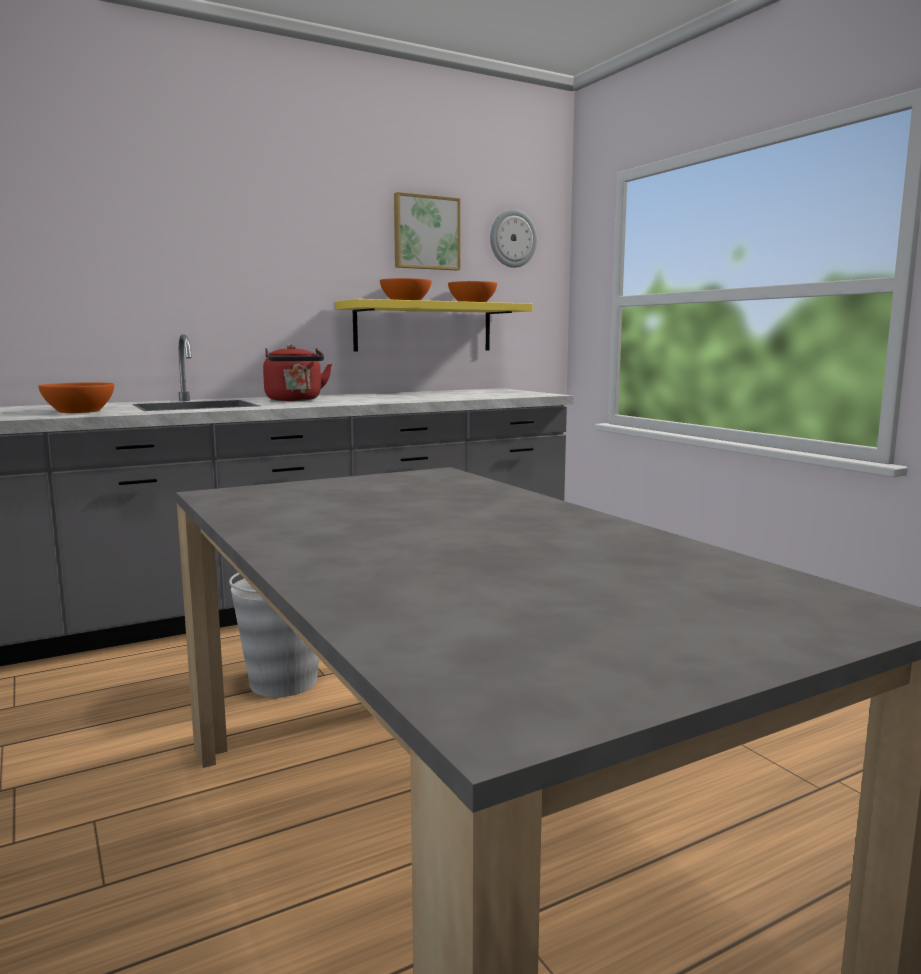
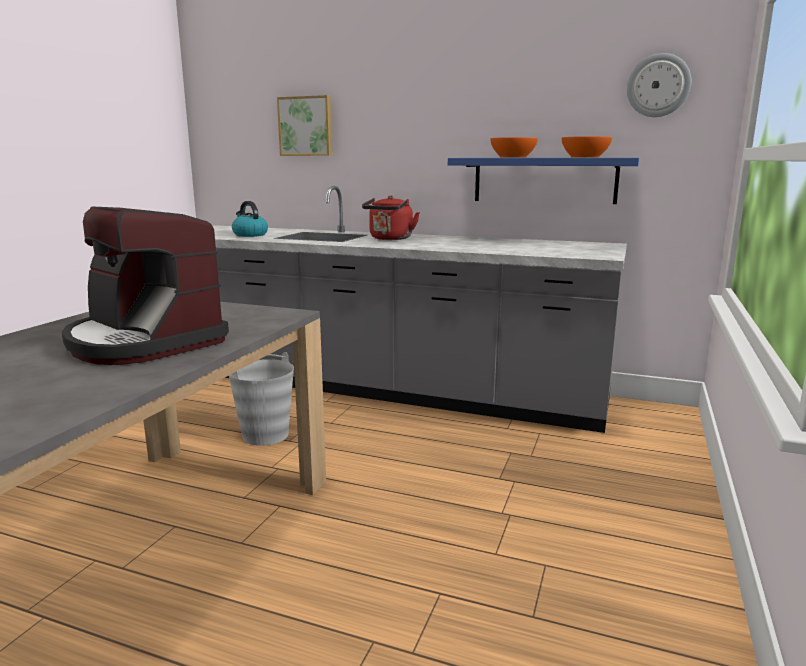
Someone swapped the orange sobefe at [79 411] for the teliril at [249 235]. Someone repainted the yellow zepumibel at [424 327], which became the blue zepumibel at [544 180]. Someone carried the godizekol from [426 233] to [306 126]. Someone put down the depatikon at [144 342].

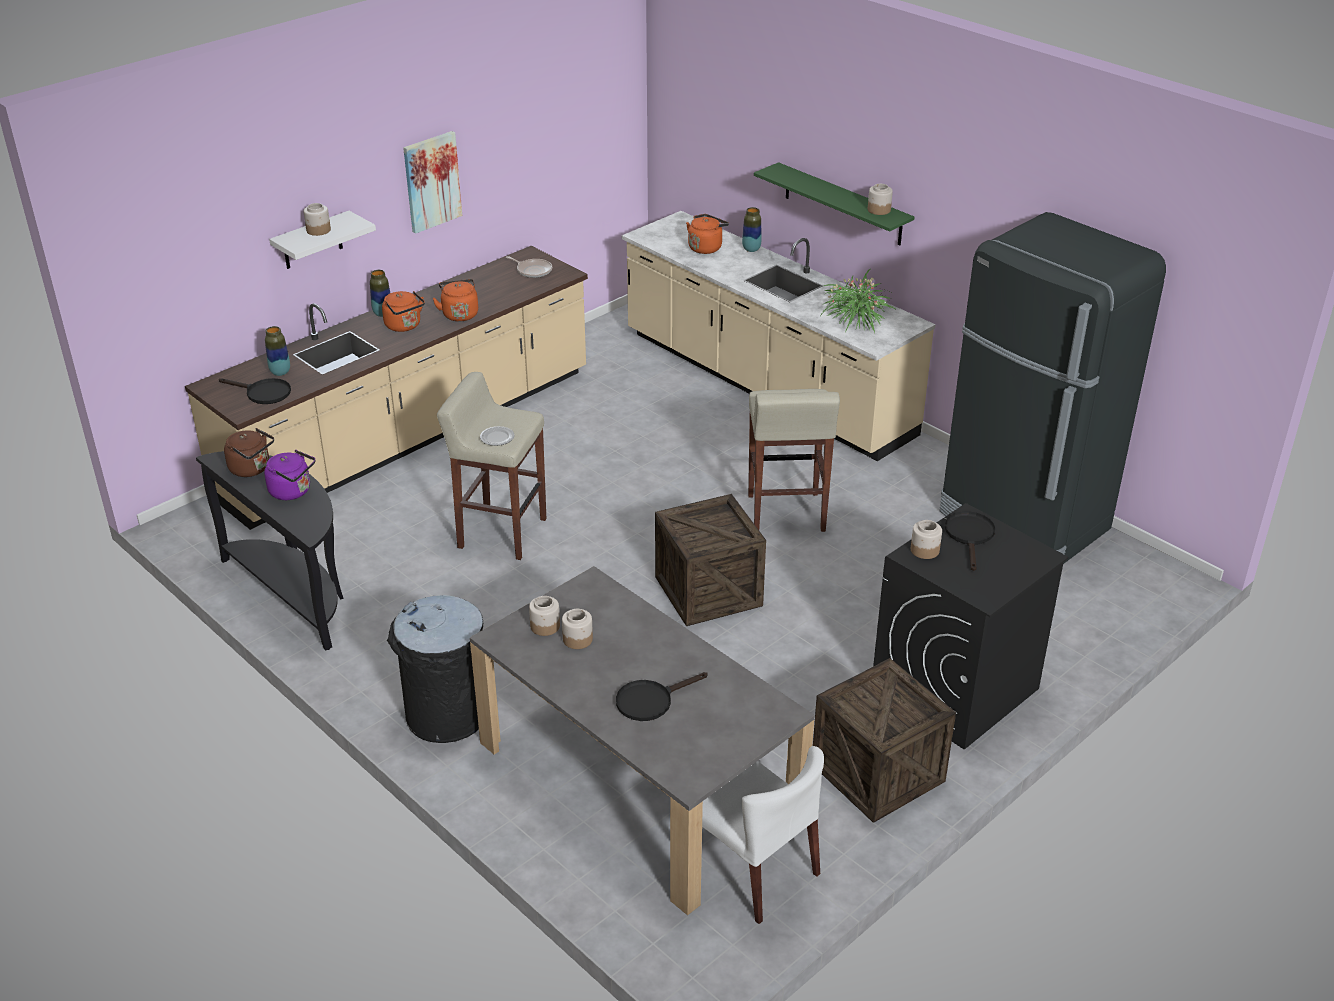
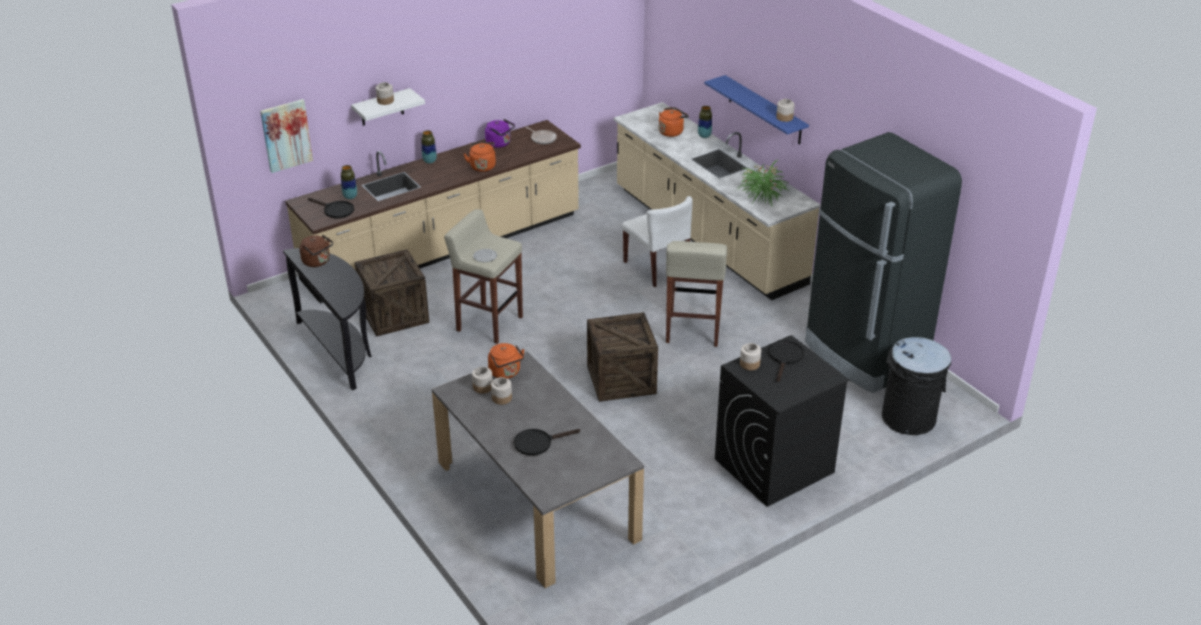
Someone carried the purple teliril from [293 492] to [500 144]. Someone carried the orange teliril from [404 326] to [506 373]. Someone carried the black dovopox from [446 716] to [908 418]. Someone carried the godizekol from [432 181] to [286 135]. Someone carried the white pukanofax from [752 869] to [657 267]. Someone repainted the green zepumibel at [843 204], which became the blue zepumibel at [764 110]. Someone carried the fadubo from [877 772] to [394 314].

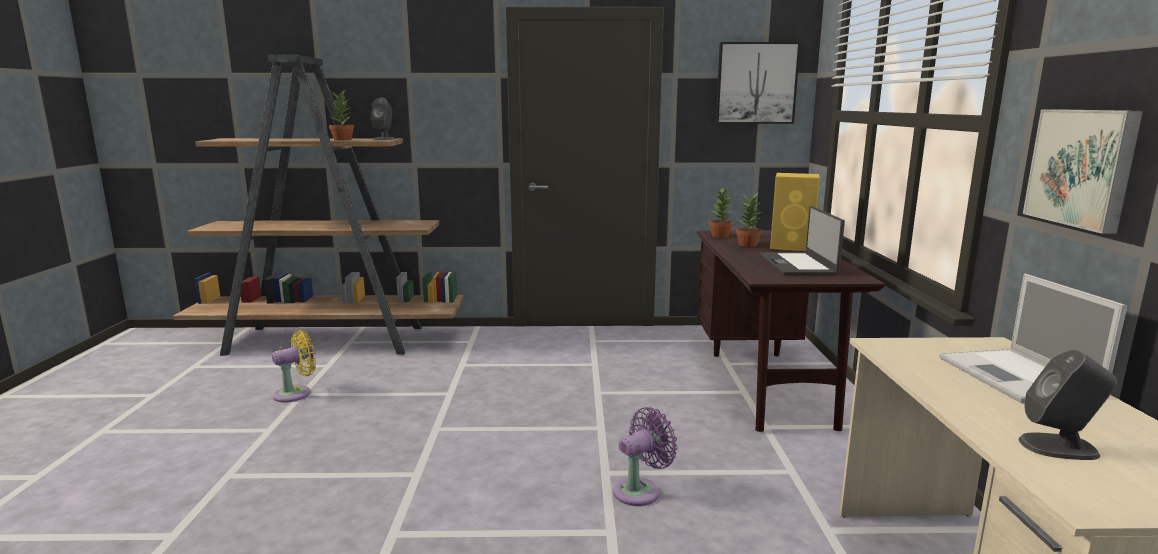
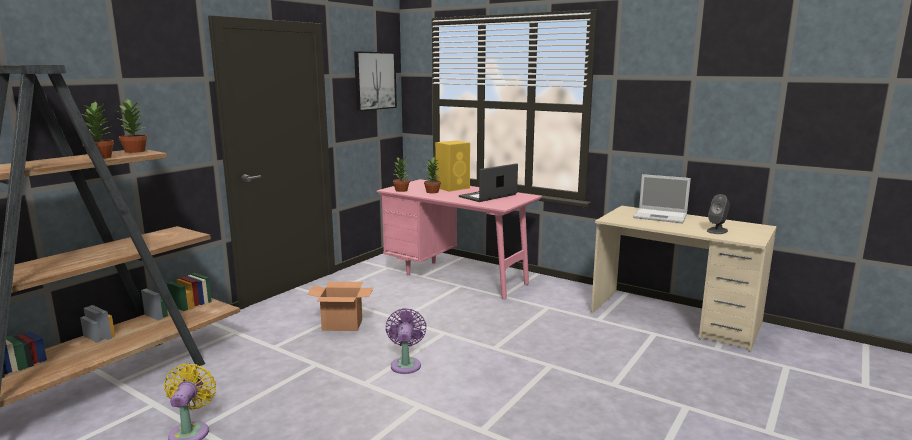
Someone swapped the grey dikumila at [384 139] for the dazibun at [135 151]. Someone carried the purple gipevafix from [640 490] to [406 364]. Someone repainted the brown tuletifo at [765 381], which became the pink tuletifo at [457 277]. Someone rotated the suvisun at [798 265] by 105 degrees clockwise. Someone took away the godizekol at [1083 167]. Someone put down the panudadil at [343 325].

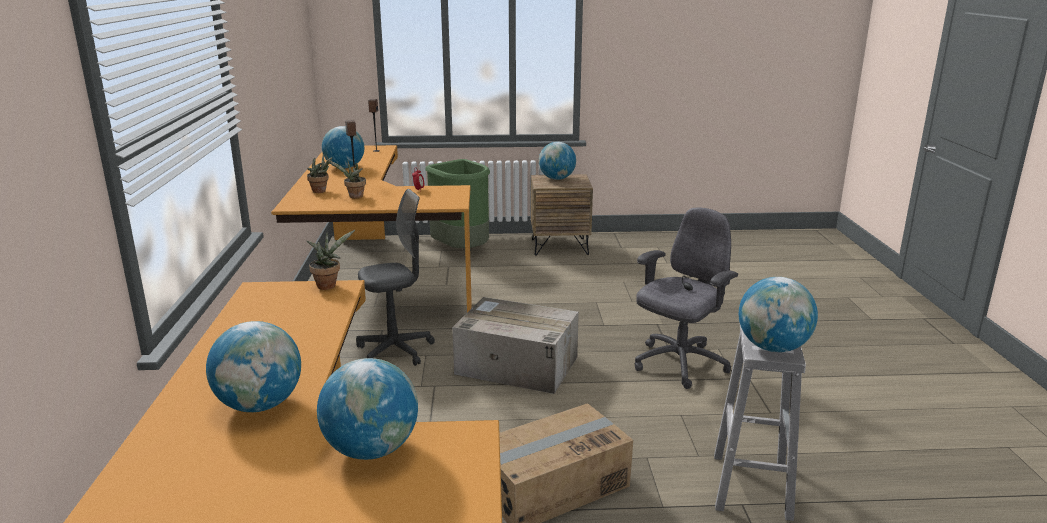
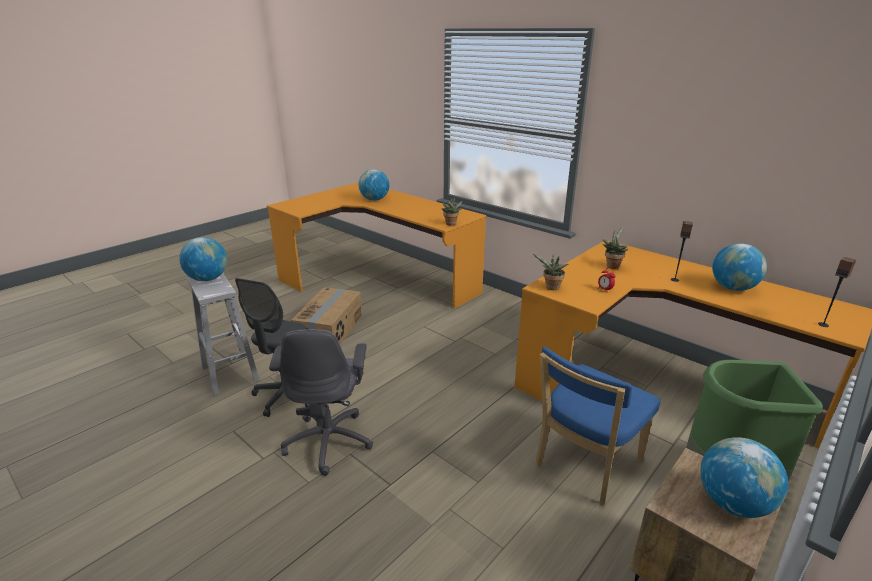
Someone carried the dazibun from [321 191] to [551 288]. Someone took away the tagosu at [371 450]. Someone carried the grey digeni from [395 350] to [286 396]. Someone took away the panudadil at [515 365]. Someone put down the blue pukanofax at [585 465].

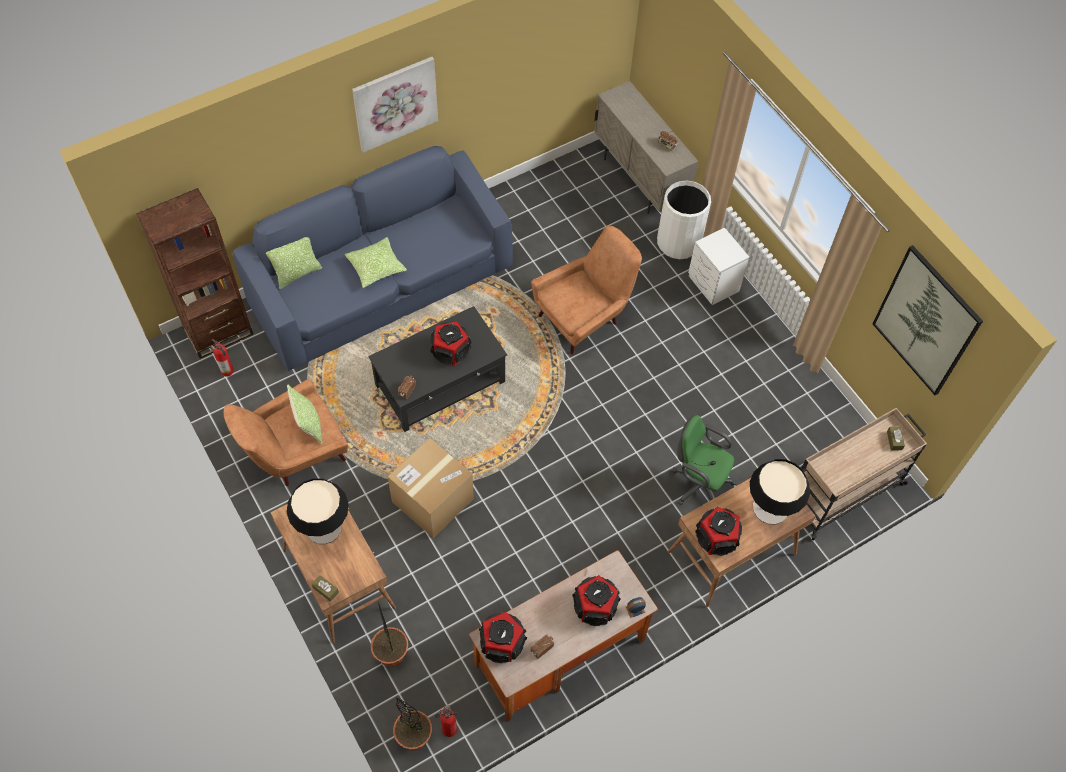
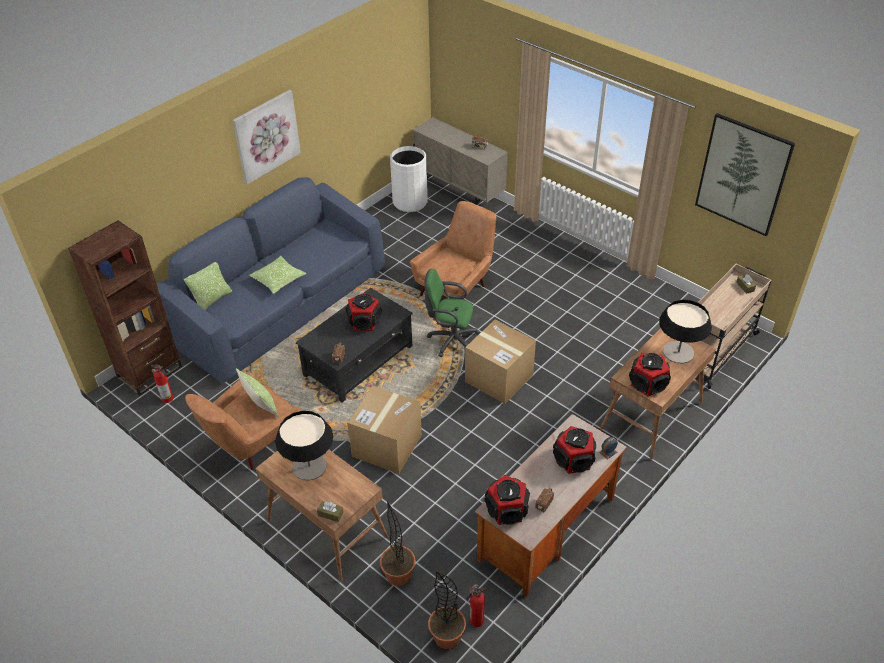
Someone carried the white dovopox from [678 242] to [410 202]. Someone carried the green digeni from [698 484] to [450 340]. Someone took away the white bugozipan at [713 285]. Someone put down the panudadil at [499 378].

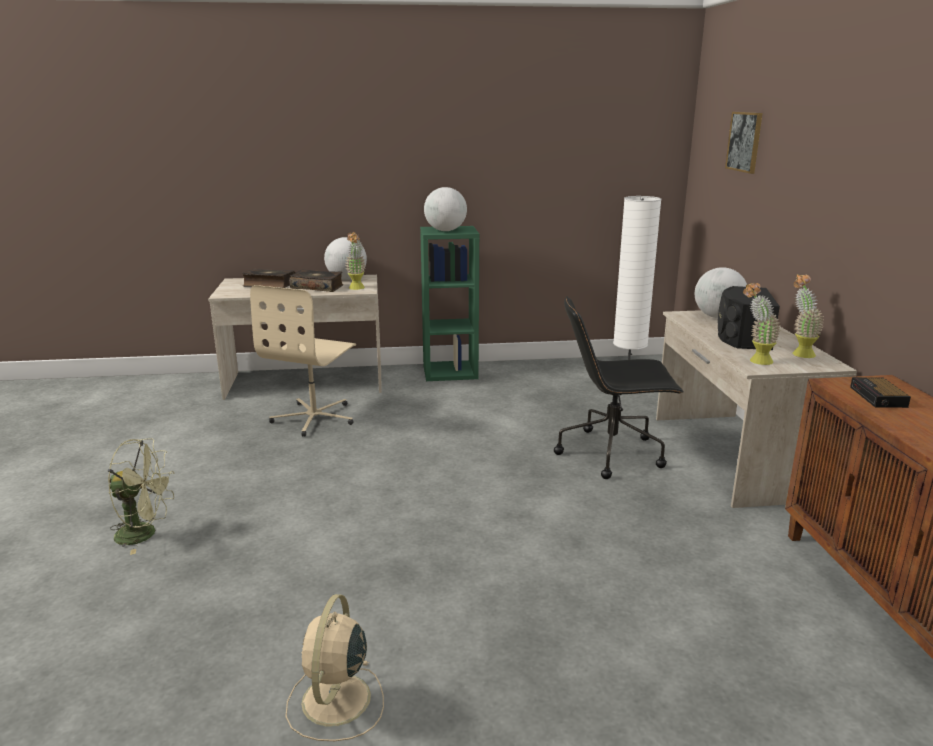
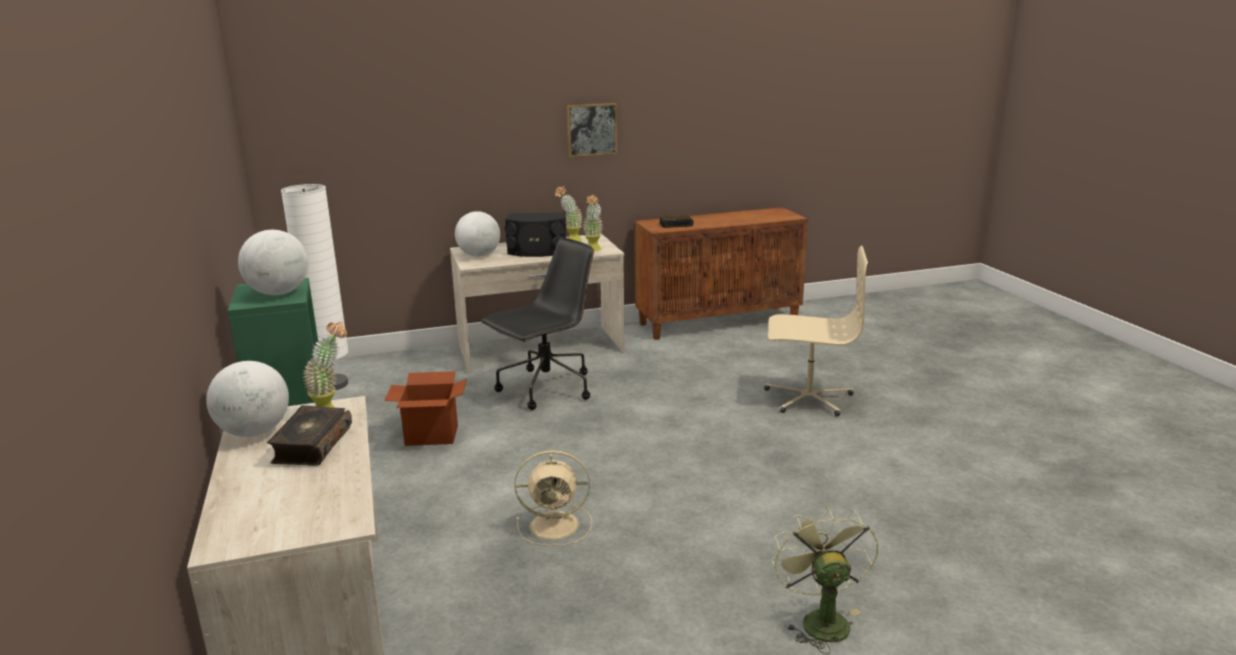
Someone took away the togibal at [269 285]. Someone carried the beige digeni from [315 418] to [808 398]. Someone carried the beige gipevafix from [335 702] to [557 525]. Someone rotated the black digeni at [612 453] by 120 degrees counterclockwise. Someone carried the godizekol from [744 141] to [592 129]. Someone put down the panudadil at [431 436].

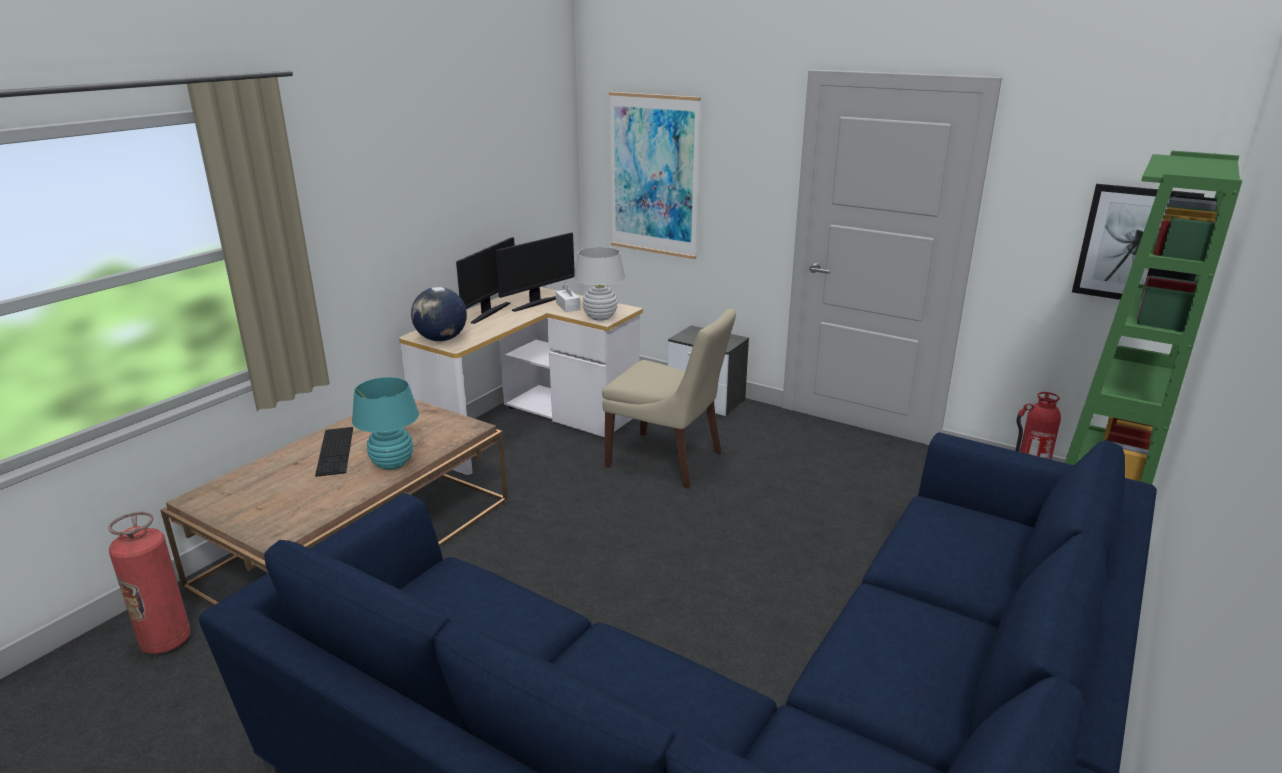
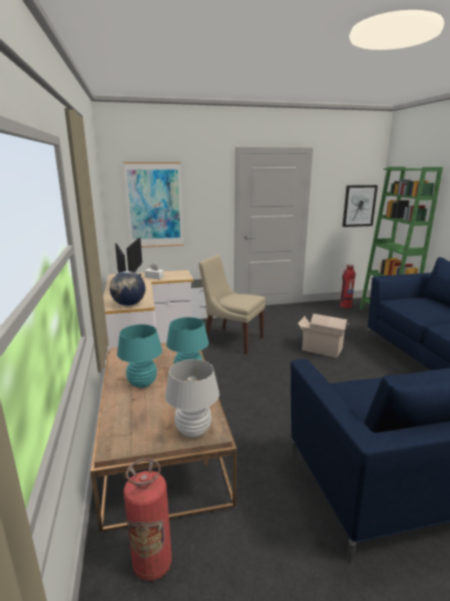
Someone swapped the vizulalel at [335 451] for the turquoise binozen at [142 383]. Someone carried the white binozen from [600 317] to [193 431]. Someone rotated the beige pukanofax at [668 460] by 135 degrees counterclockwise. Someone put down the panudadil at [321 348].

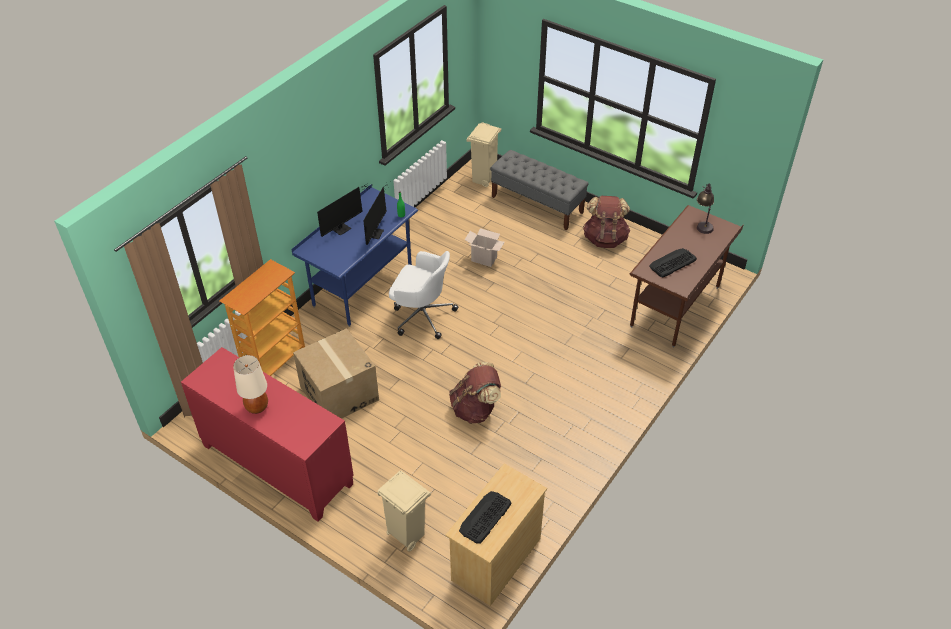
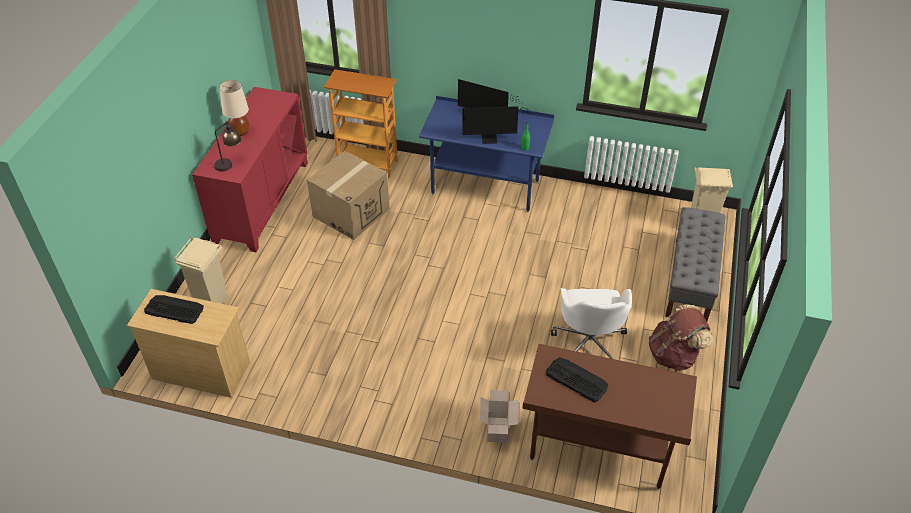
Someone carried the white digeni from [422 315] to [589 343]. Someone took away the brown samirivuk at [475 409]. Someone carried the panudadil from [485 259] to [498 431]. Someone carried the binozen from [702 224] to [230 163].

